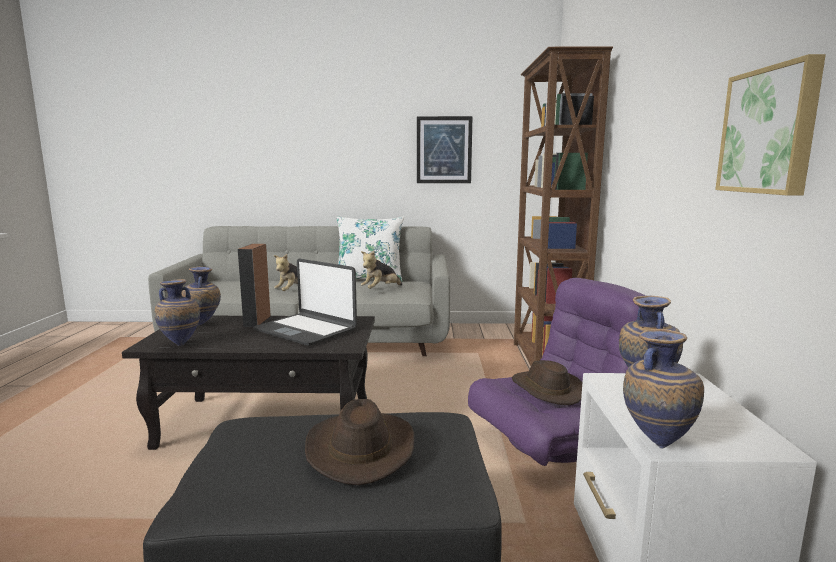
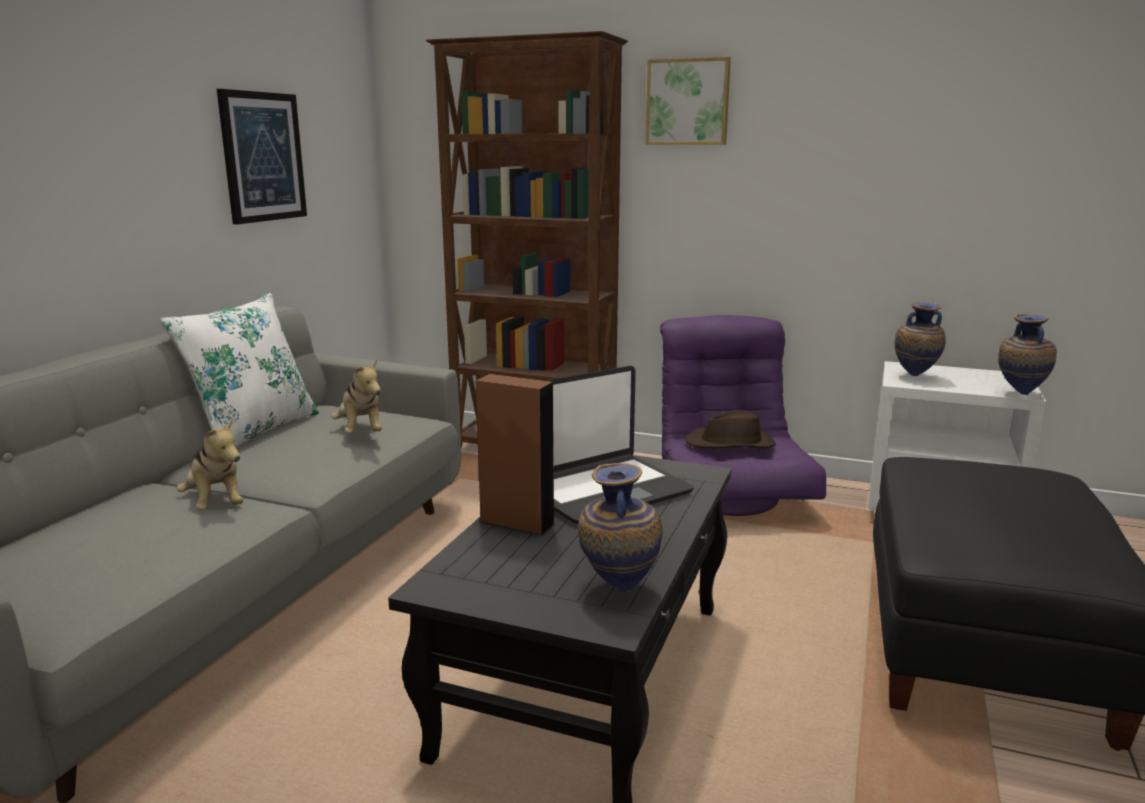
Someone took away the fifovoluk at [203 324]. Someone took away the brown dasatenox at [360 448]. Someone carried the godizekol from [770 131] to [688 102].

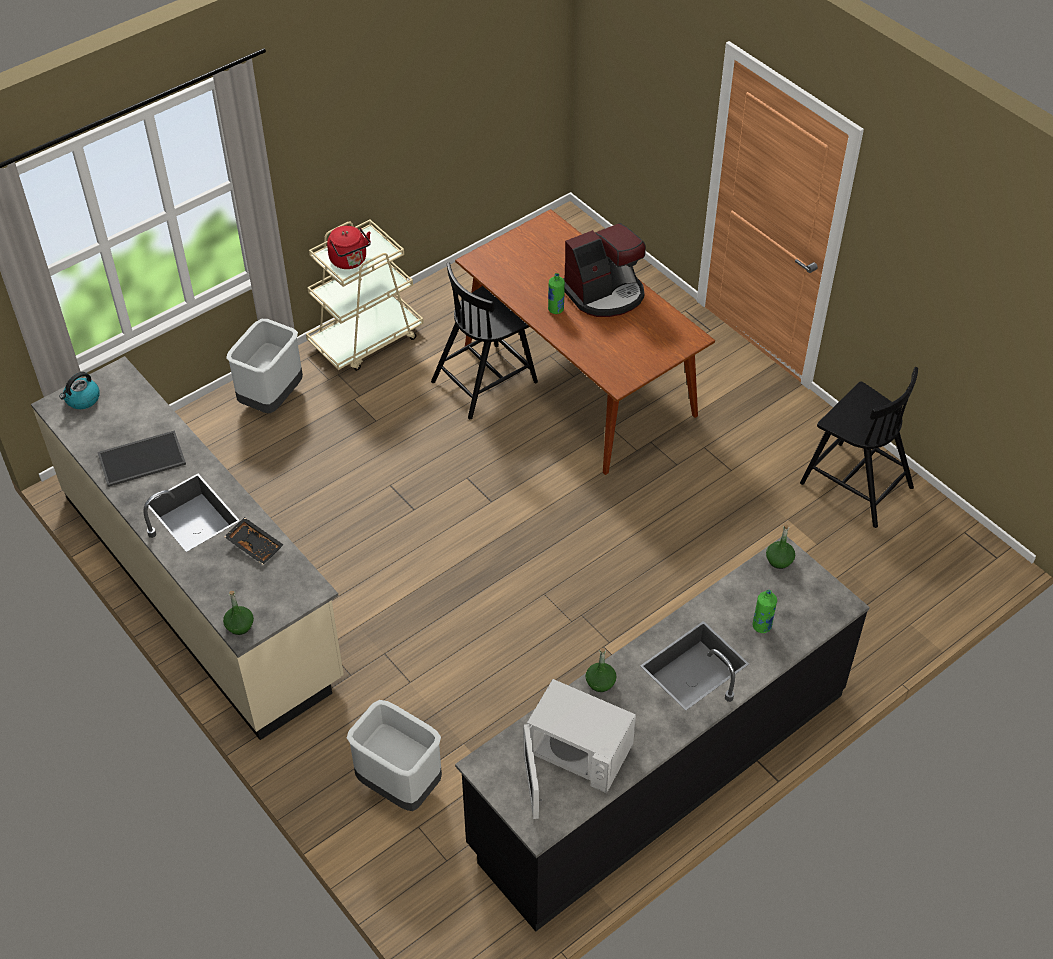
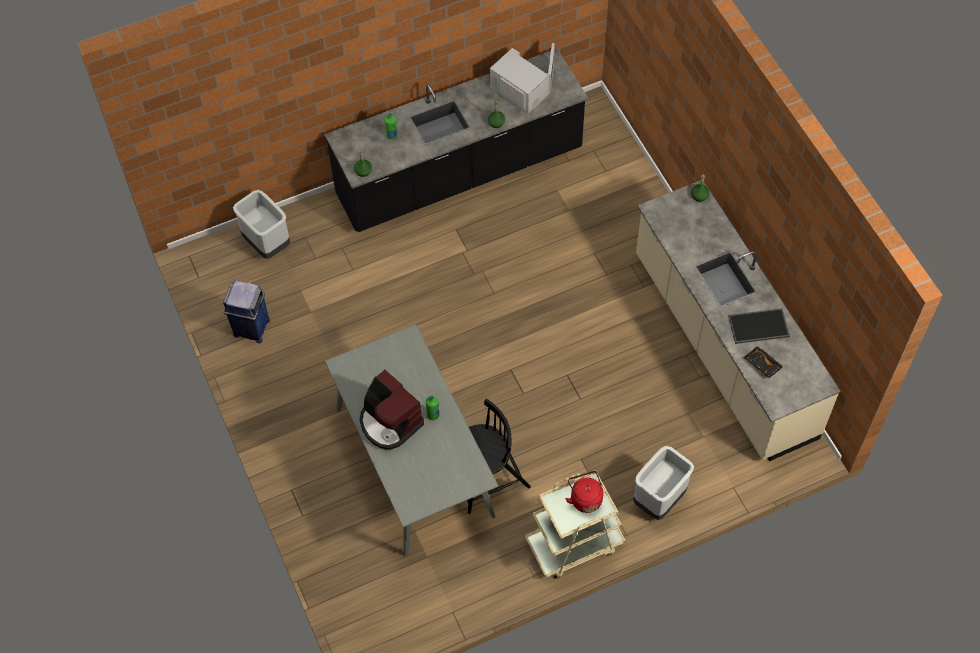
Someone took away the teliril at [82 399]. Someone carried the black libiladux from [255 545] to [762 365]. Someone carried the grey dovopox from [398 785] to [267 243]. Someone repainted the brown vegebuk at [578 381], which became the grey vegebuk at [415 462]. Someone rotated the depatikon at [605 293] by 120 degrees counterclockwise. Someone swapped the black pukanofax at [854 484] for the blue dovopox at [251 328].

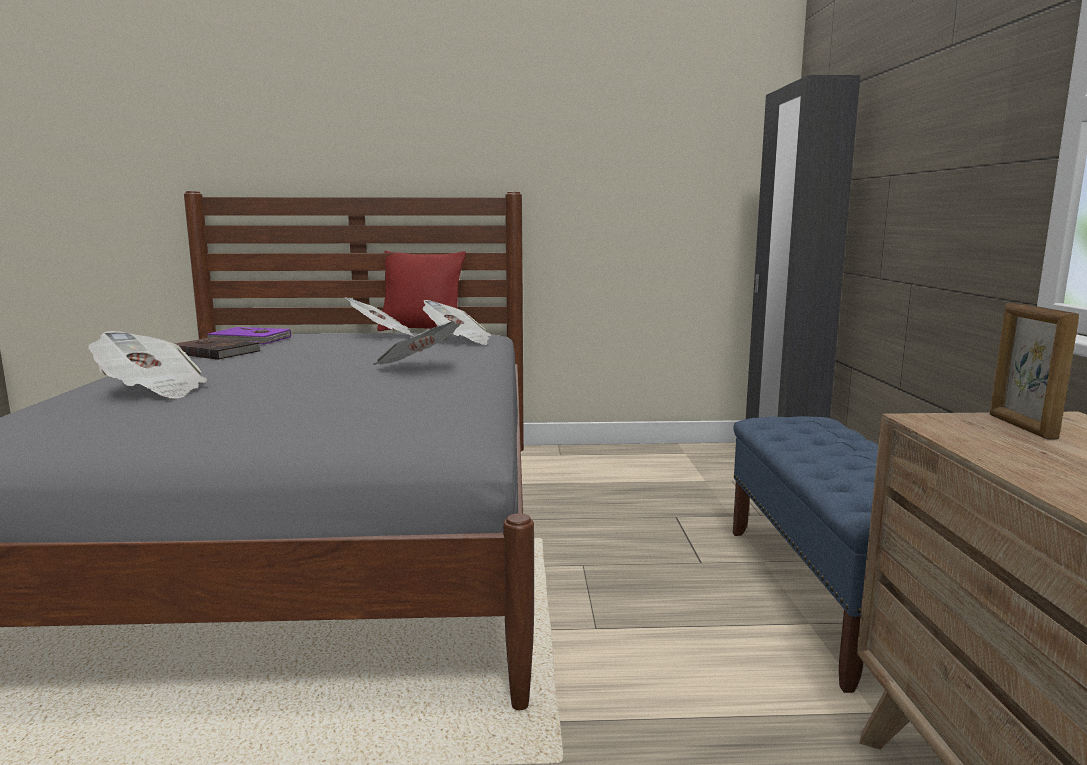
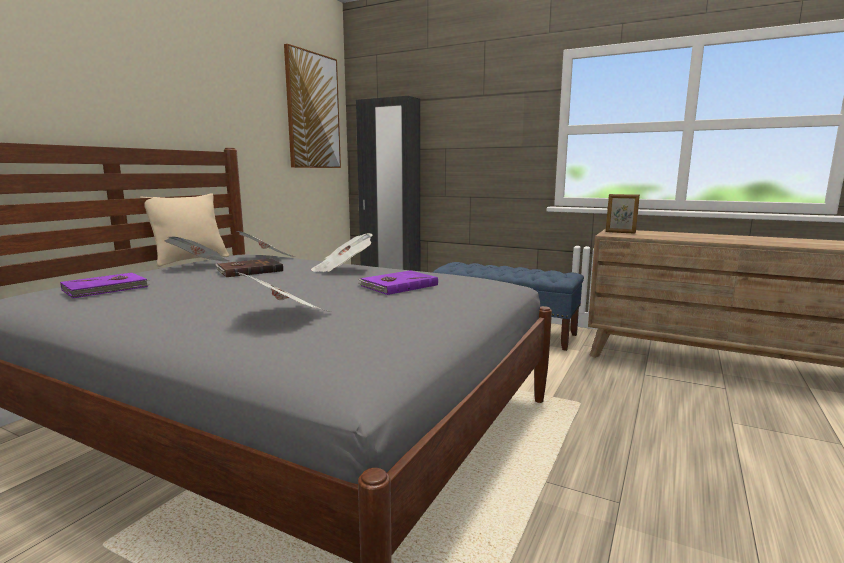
Someone carried the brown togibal from [216 352] to [249 270]. Someone repainted the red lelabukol at [422 330], which became the beige lelabukol at [190 260]. Someone put up the godizekol at [313 111]. Someone put down the purple togibal at [398 285].

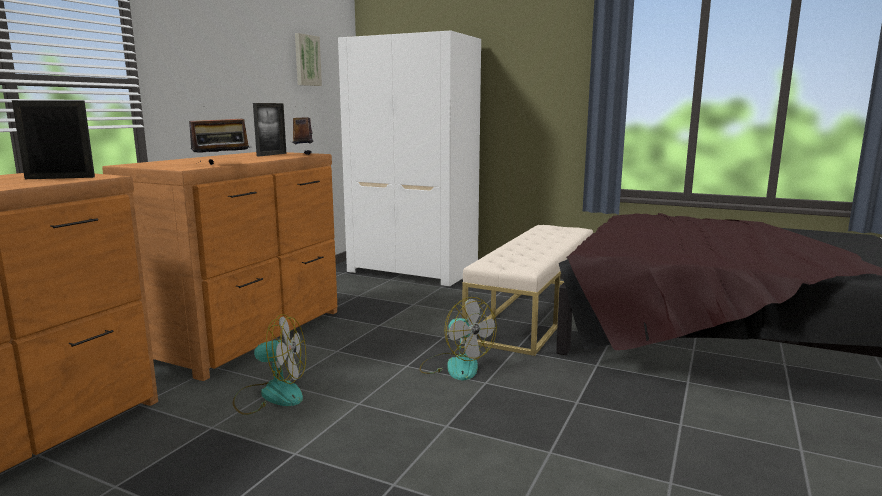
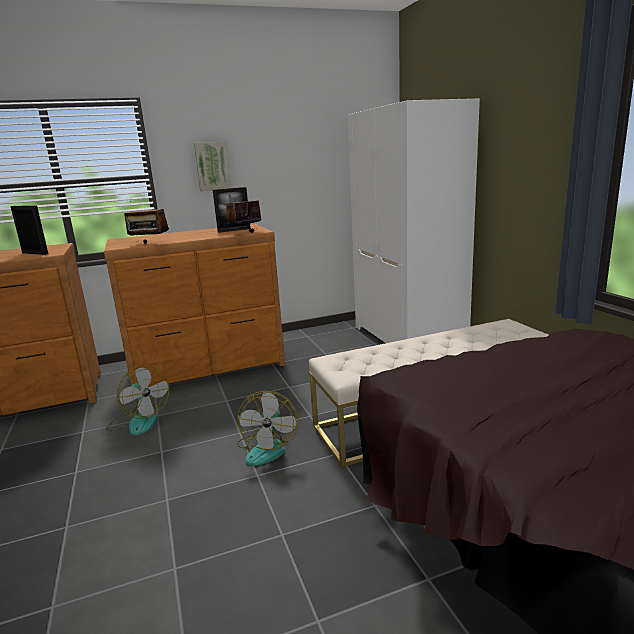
Someone carried the godizekol from [306 60] to [212 166].

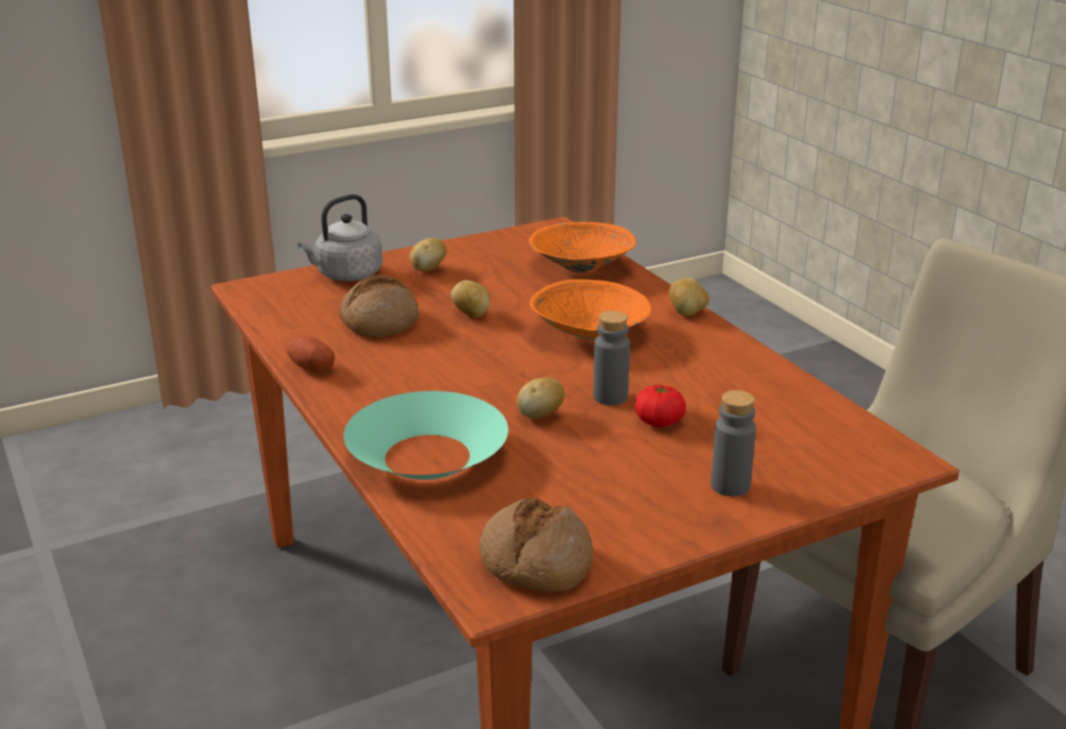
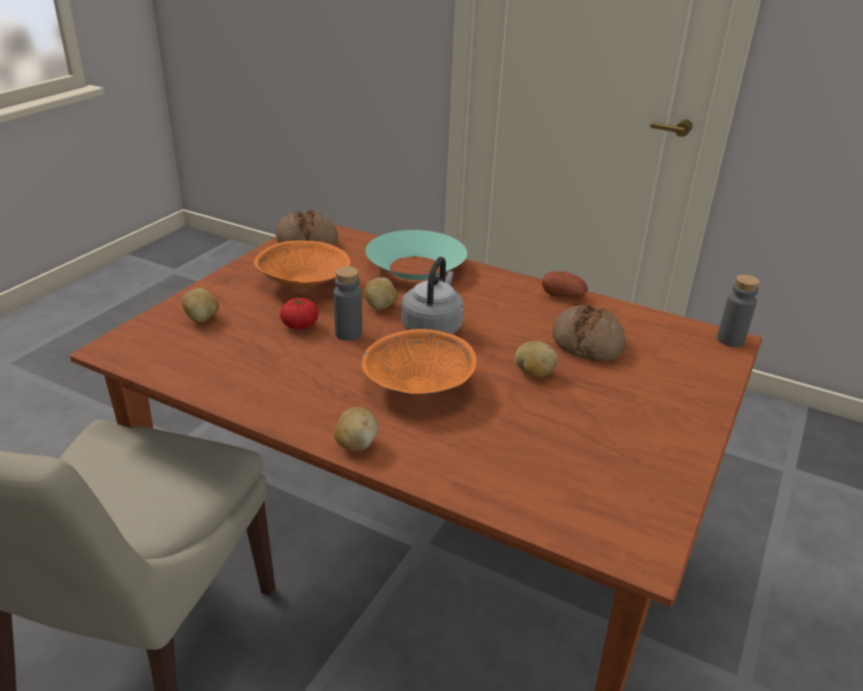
Someone carried the grey teliril from [346 275] to [433 327]. Someone carried the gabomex from [428 270] to [202 319]. Someone carried the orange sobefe from [580 267] to [305 284]. Someone carried the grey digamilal from [730 486] to [730 340].

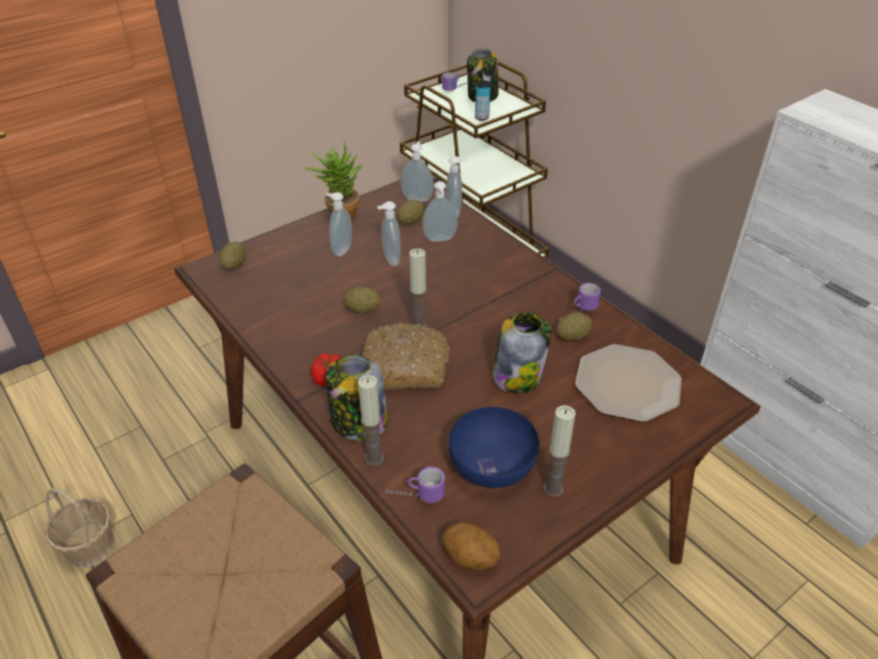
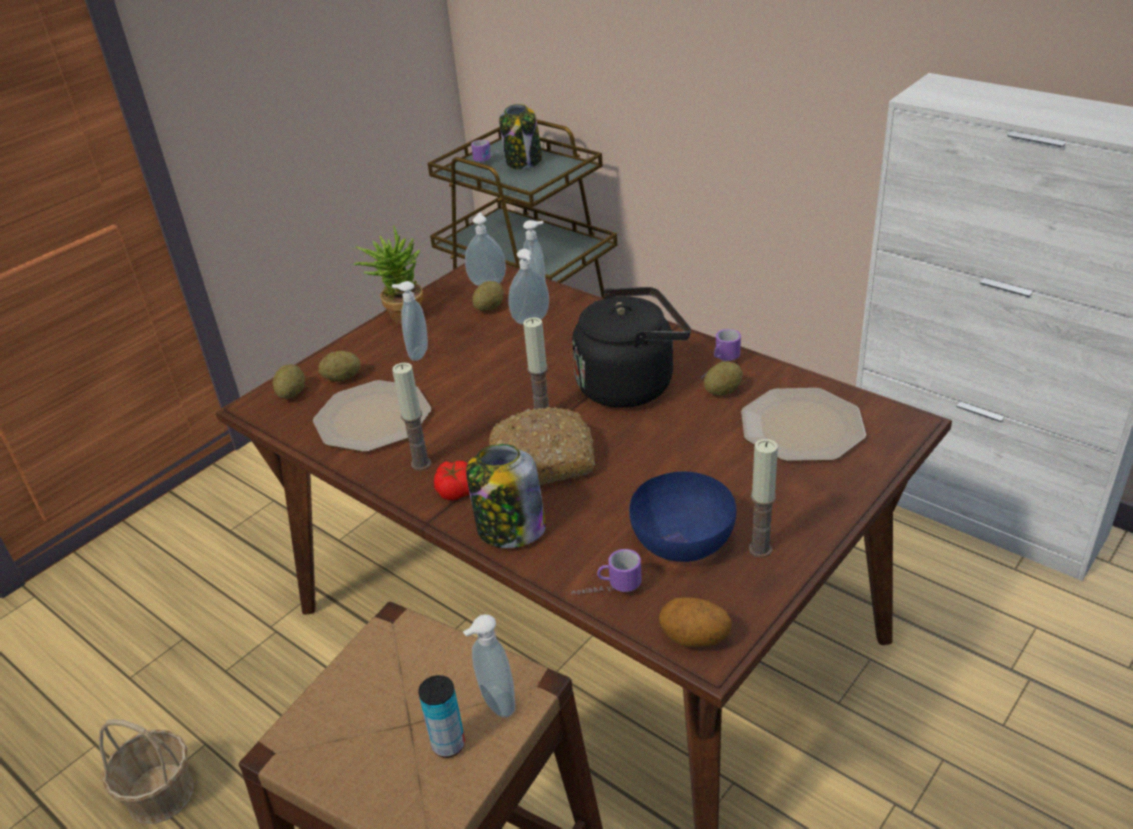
Someone carried the gabomex from [363 309] to [342 378]. Someone carried the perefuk from [374 458] to [421 464]. Someone carried the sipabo from [390 260] to [495 704]. Someone carried the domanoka from [481 117] to [448 744]. Someone took away the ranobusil at [518 375]. Someone put down the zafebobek at [372 419]. Someone put down the black teliril at [631 384].

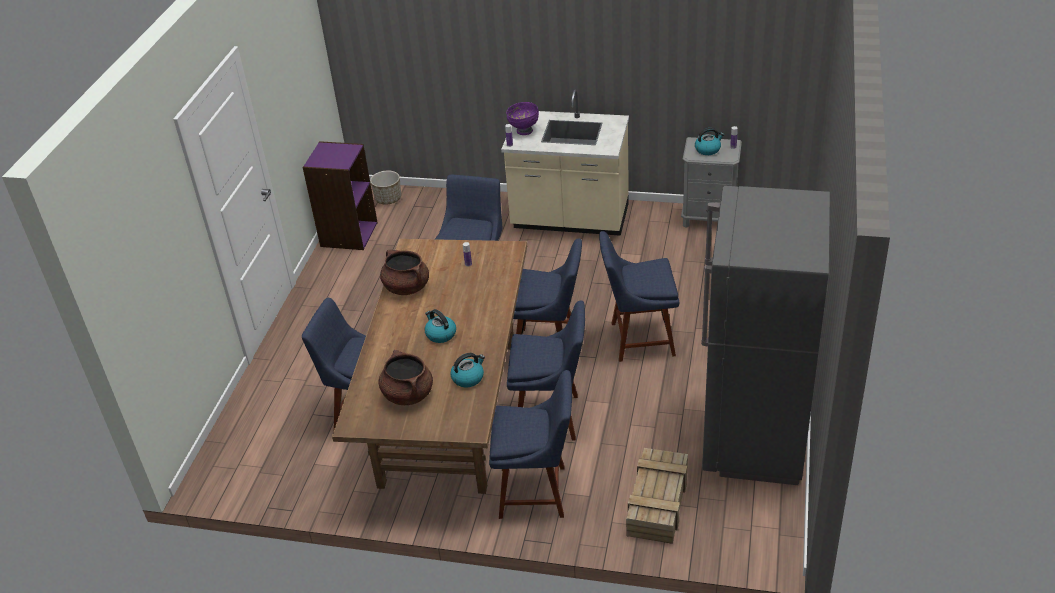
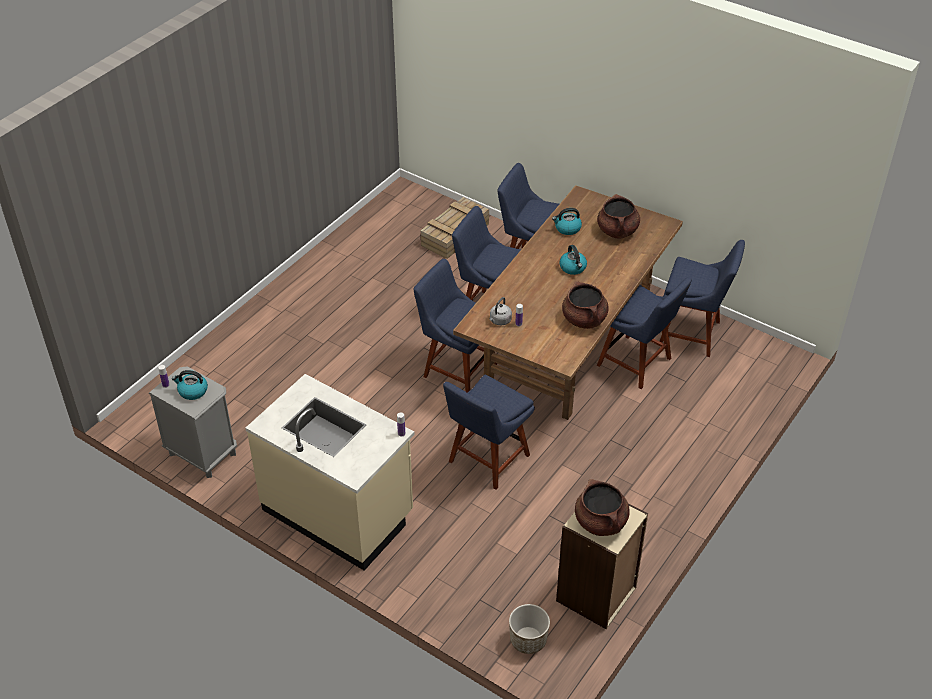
Someone repainted the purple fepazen at [348 234], which became the beige fepazen at [597 595]. Someone took away the purple sobefe at [524 131]. Someone carried the blue pukanofax from [638 339] to [693 334]. Someone took away the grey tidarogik at [753 439]. Someone put down the grey teliril at [499 321]. Someone put down the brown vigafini at [601 522].

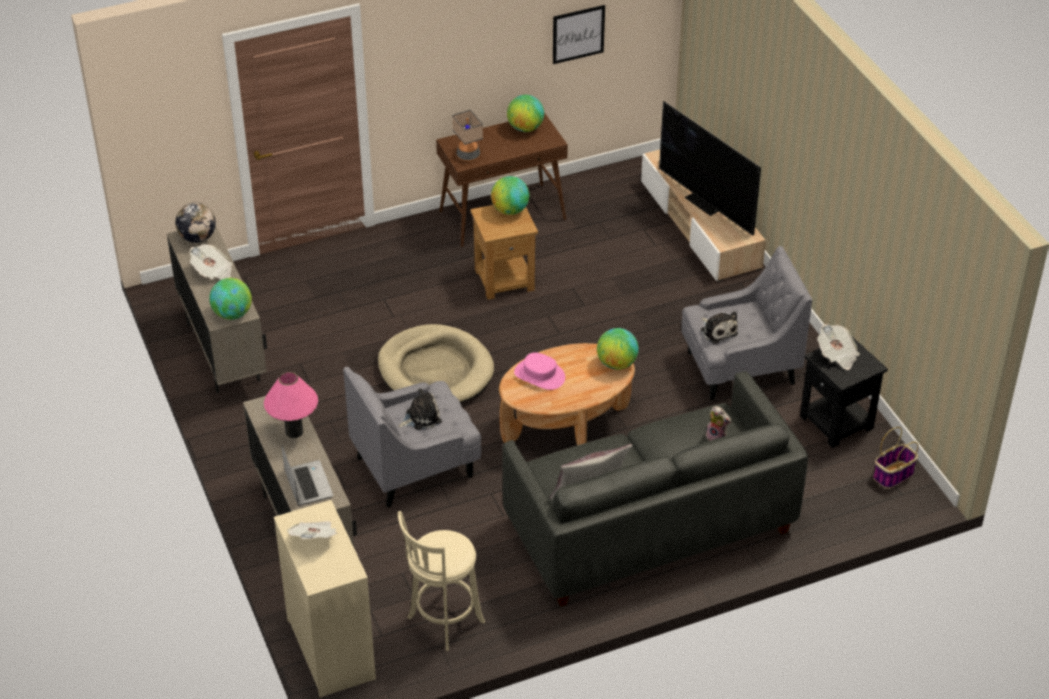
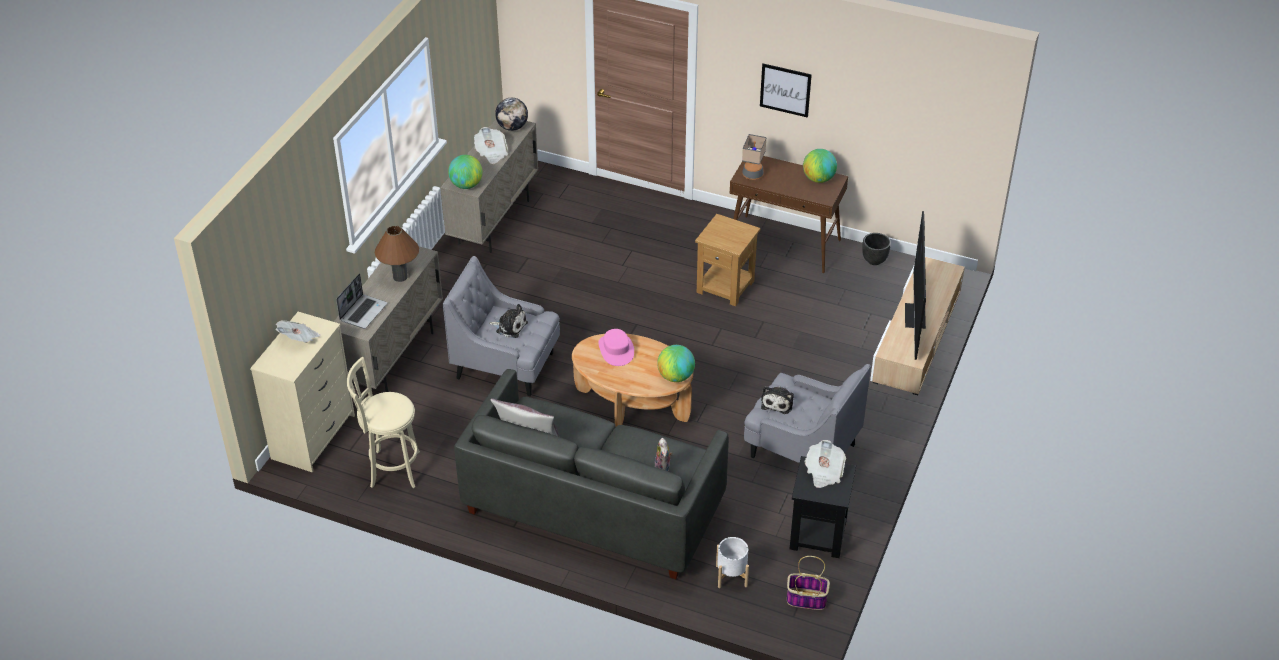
Someone repainted the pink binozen at [294 431], which became the brown binozen at [400 277]. Someone took away the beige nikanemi at [435 371]. Someone took away the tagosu at [510 210]. Someone carried the godizekol from [578 34] to [785 90]. Someone put down the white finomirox at [731 576]. Someone put down the black finomirox at [874 260].

